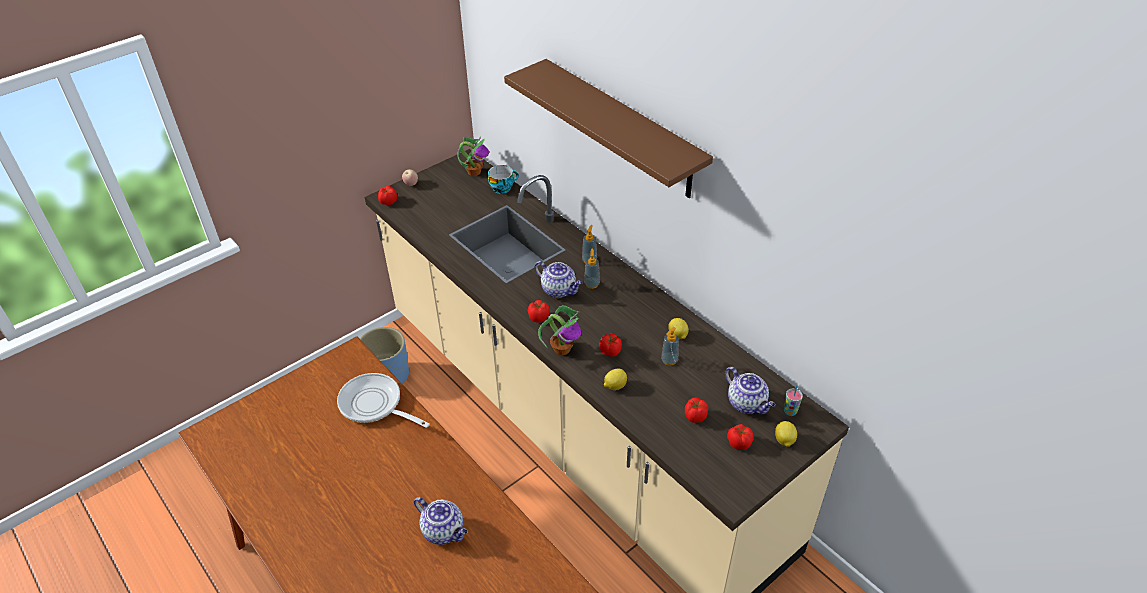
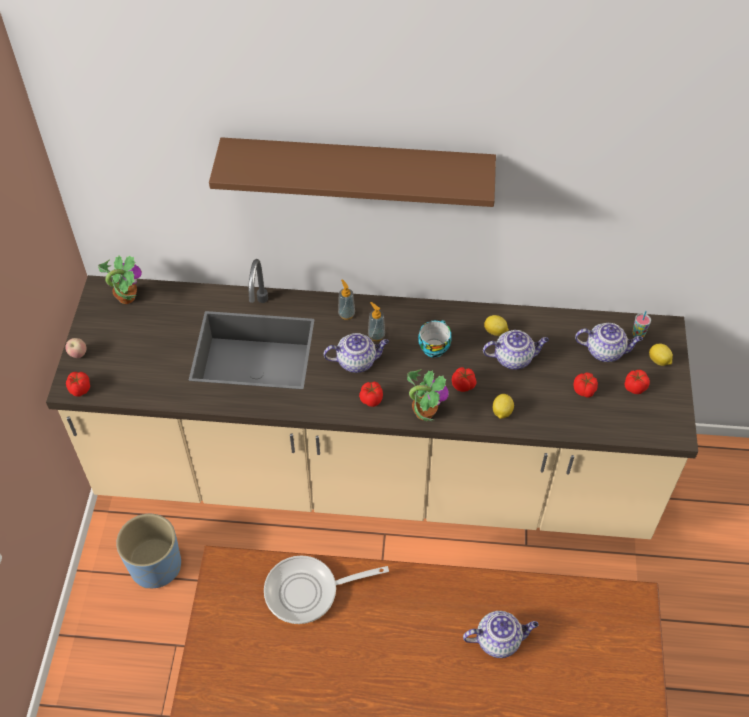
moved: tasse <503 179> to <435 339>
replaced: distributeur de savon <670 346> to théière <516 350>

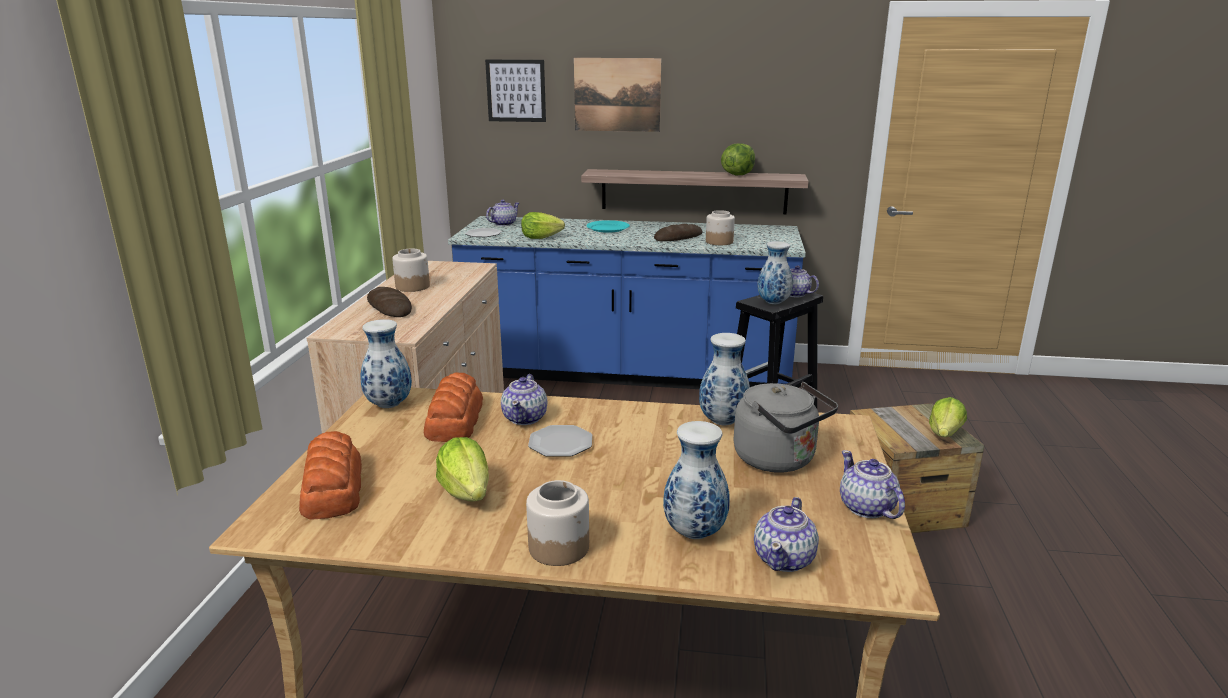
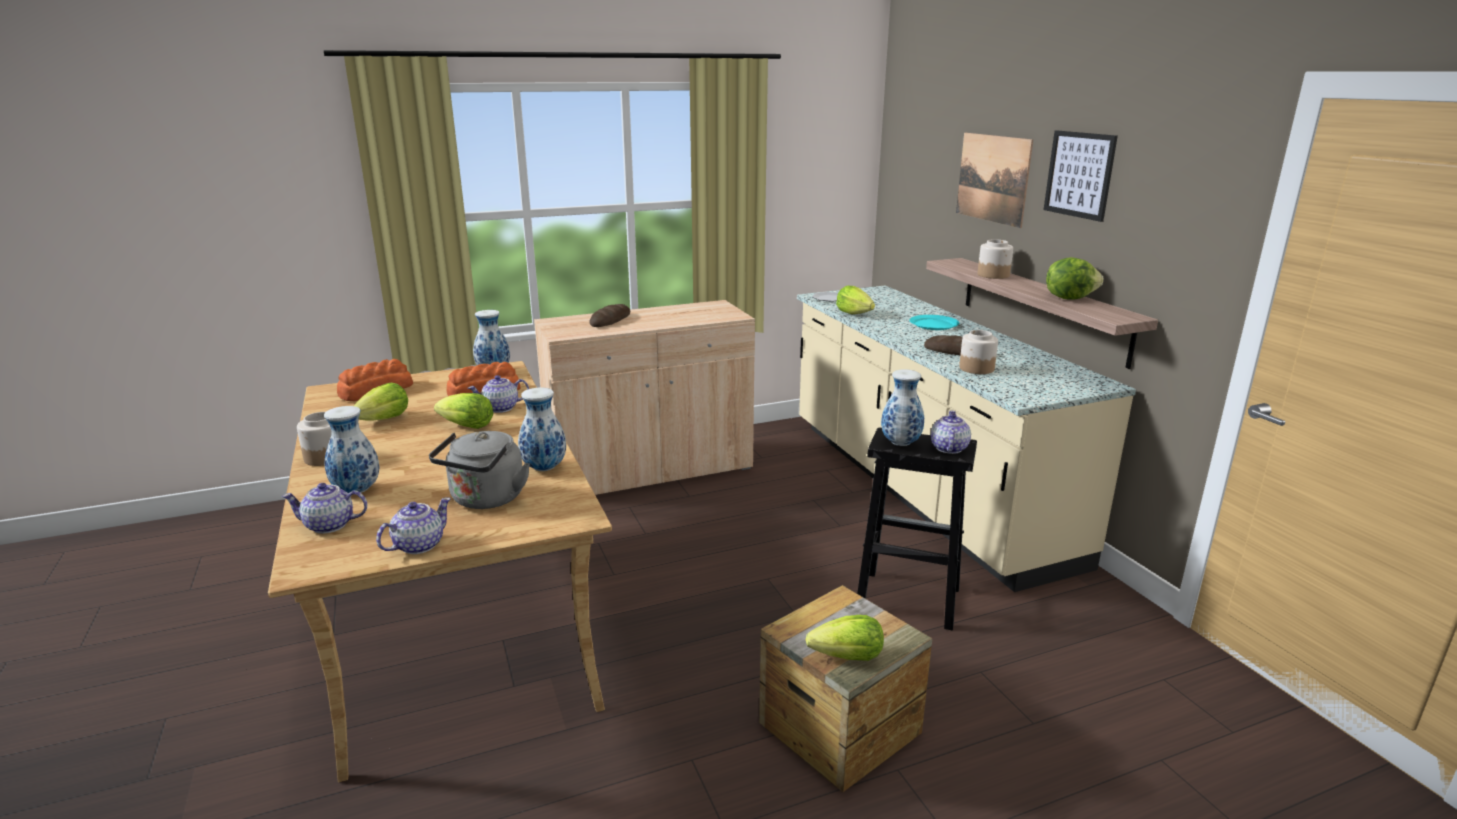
removed: théière <502 213>
moved: bocal <411 270> to <995 259>; tableau <515 91> to <1081 176>
replaced: assiette <560 441> to laitue <463 411>
recoloured: comptoir de cuisine/bleu <627 302> to comptoir de cuisine/beige <966 438>

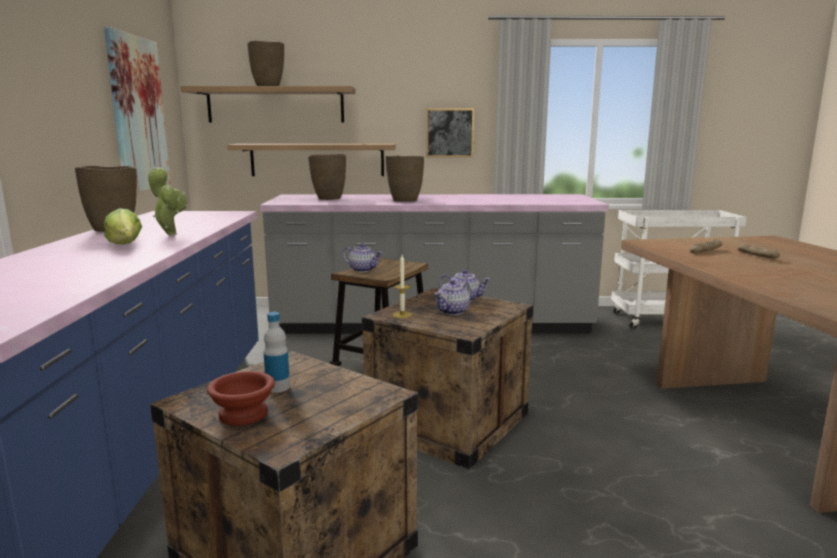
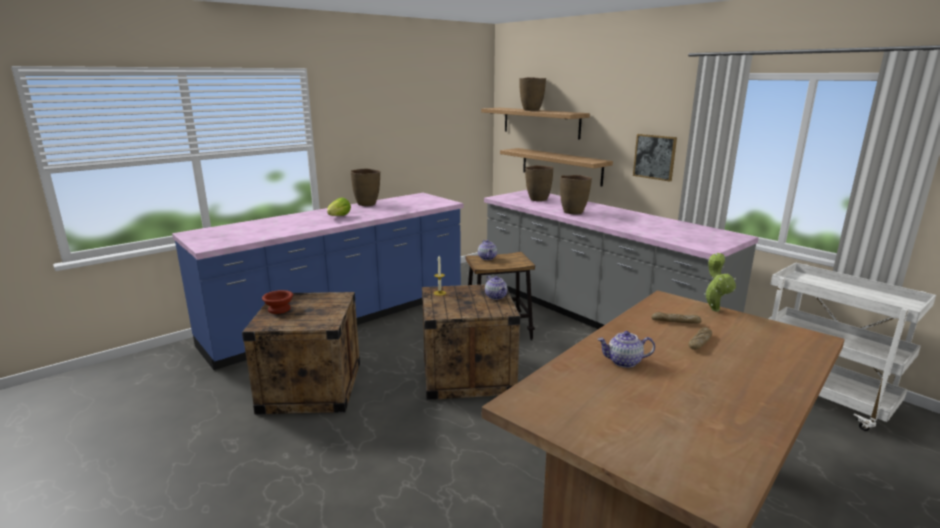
removed: tableau <137 109>; bouteille <277 352>
moved: plante en pot <167 201> to <720 282>; théière <452 297> to <626 349>

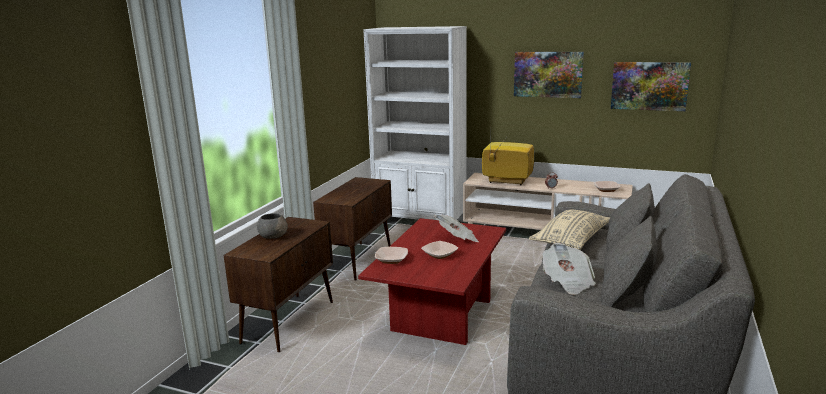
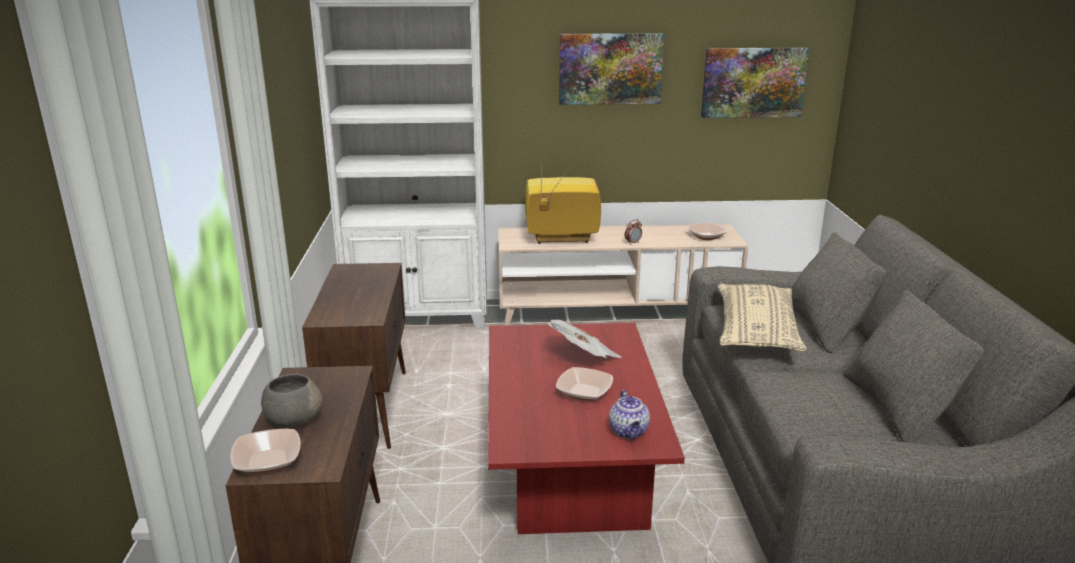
removed: journal <569 269>
added: théière <629 414>
moved: bol <391 255> to <265 451>

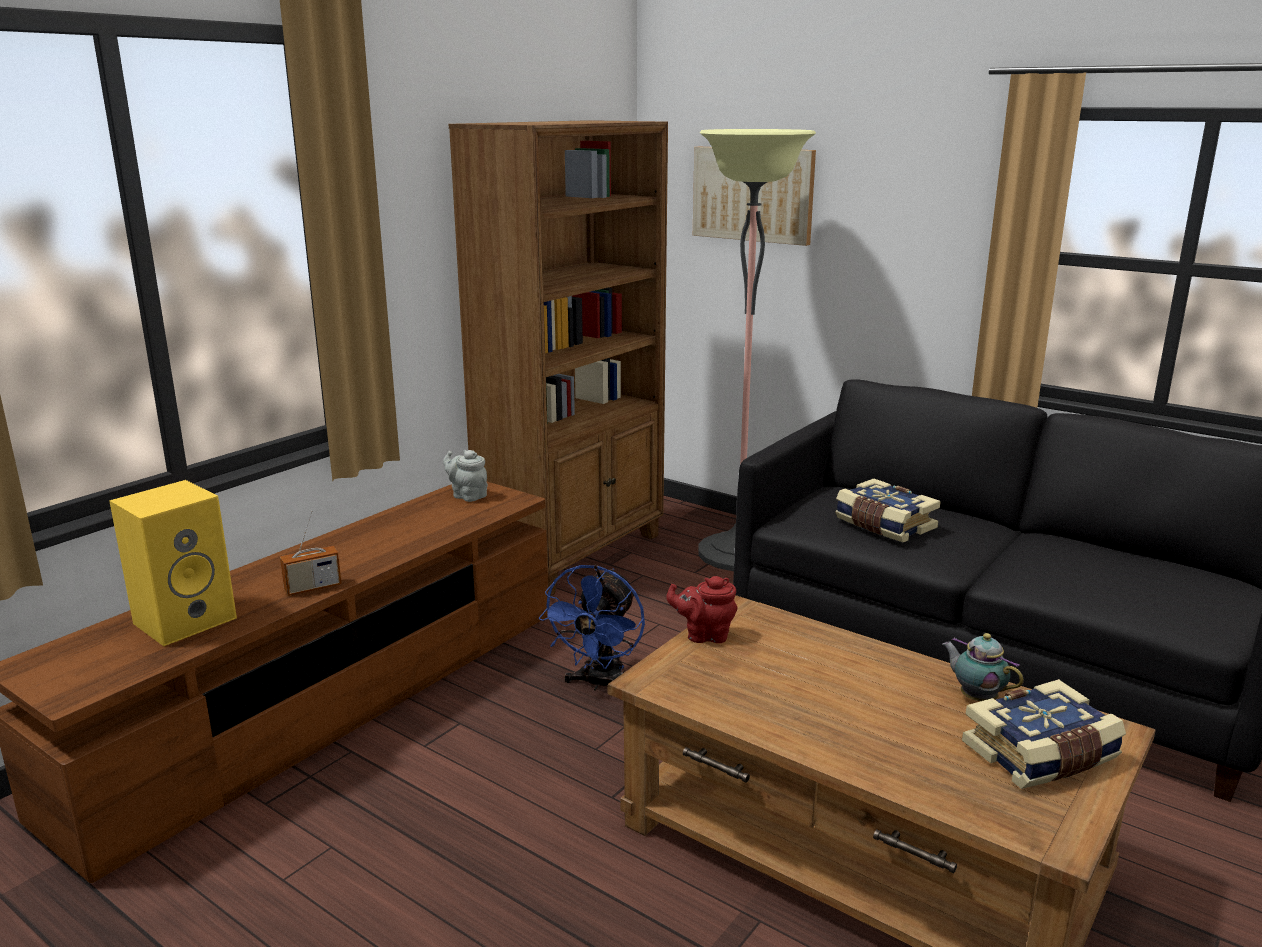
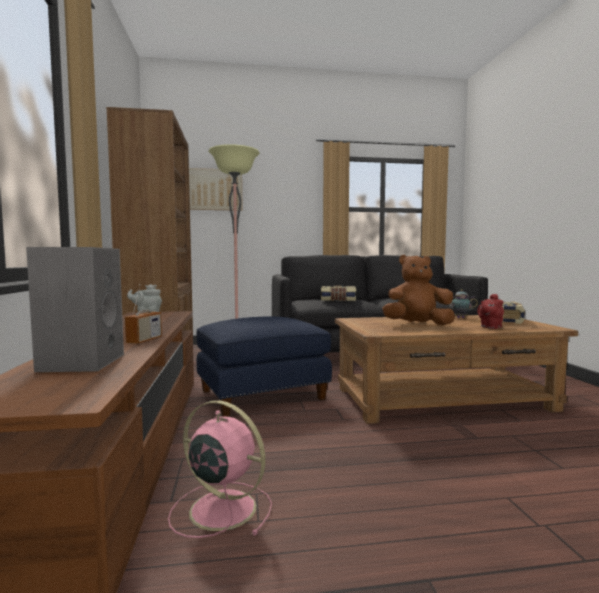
added: ventilateur/rose <220 469>; peluche/marron <418 290>
moved: théière/rouge <701 609> to <490 311>
replaced: ventilateur/bleu <592 628> to pouf/bleu <264 366>
recoloured: enceinte/jaune <173 563> to enceinte/gris <75 309>

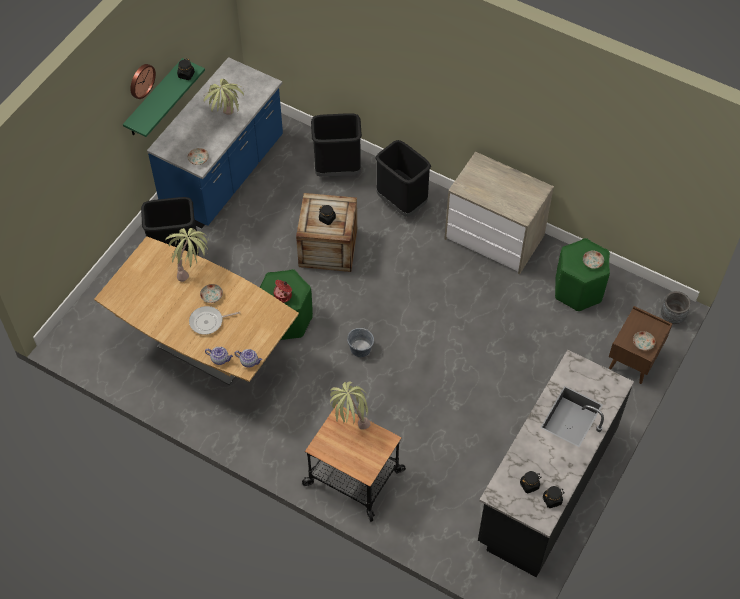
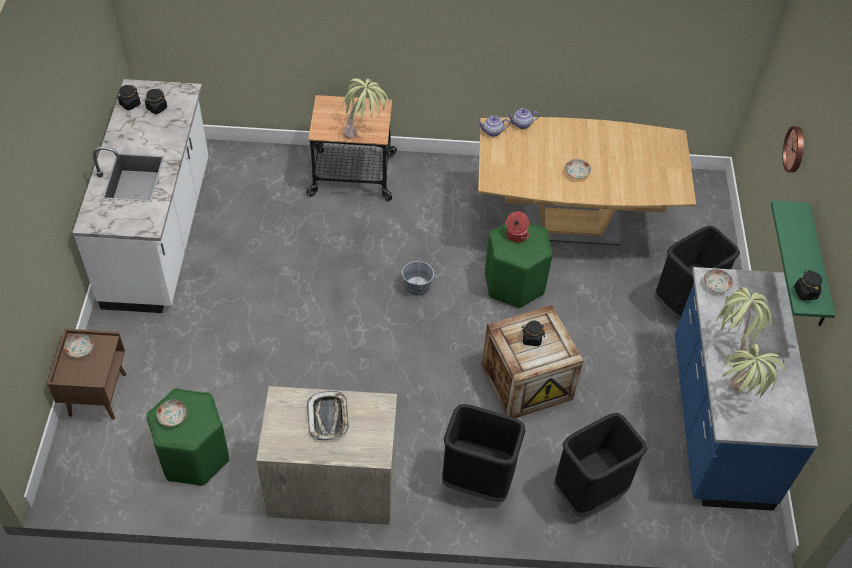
removed: poêle <214 320>; cache-pot/gris <676 307>
added: plateau <328 415>
moved: horloge murale <143 81> to <793 149>; plante en pot <186 255> to <753 370>
recoloured: comptoir de cuisine/noir <556 463> to comptoir de cuisine/blanc <140 196>

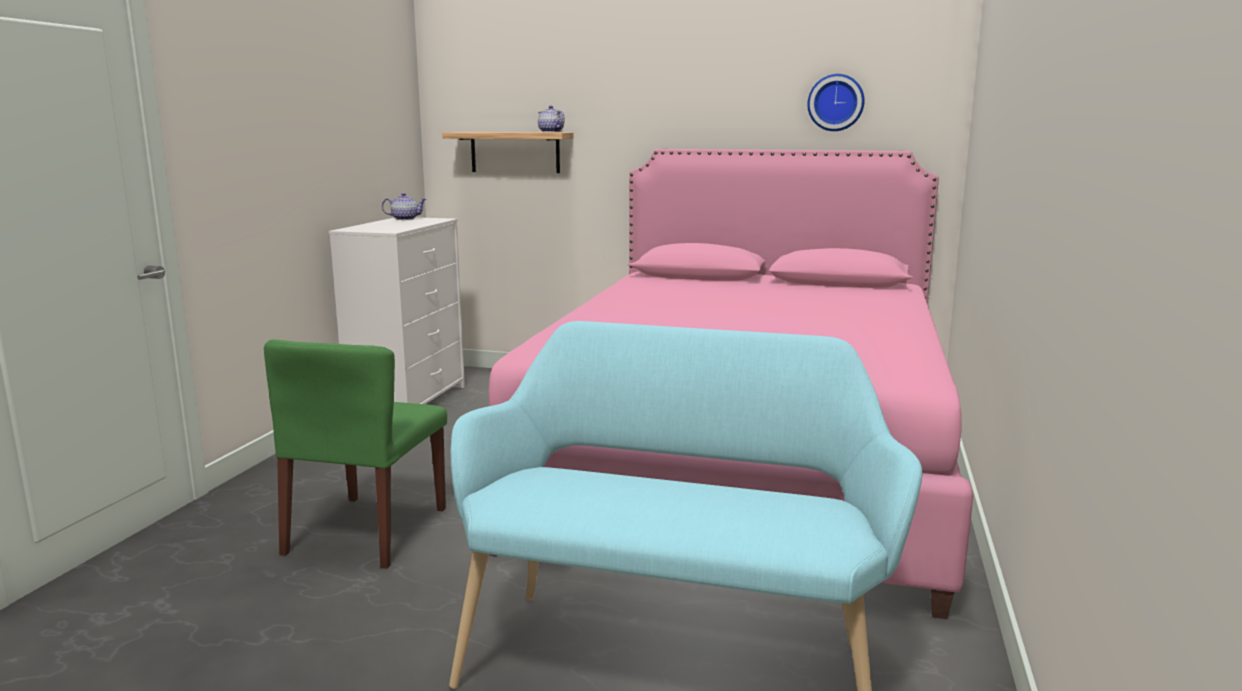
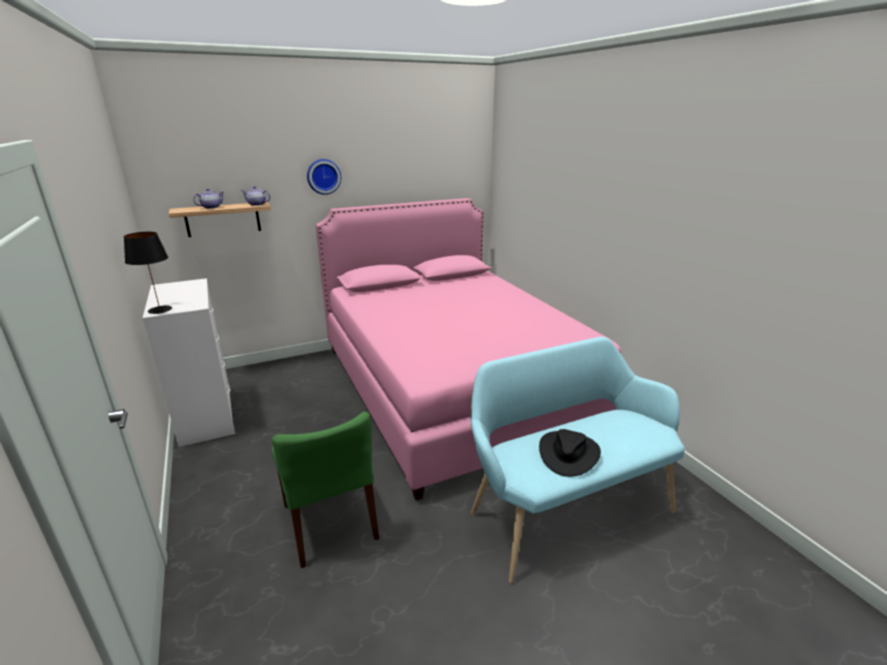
added: lampe de table/noir <148 273>; chapeau/noir <570 453>
moved: théière <404 206> to <208 198>; horloge murale <836 102> to <324 177>

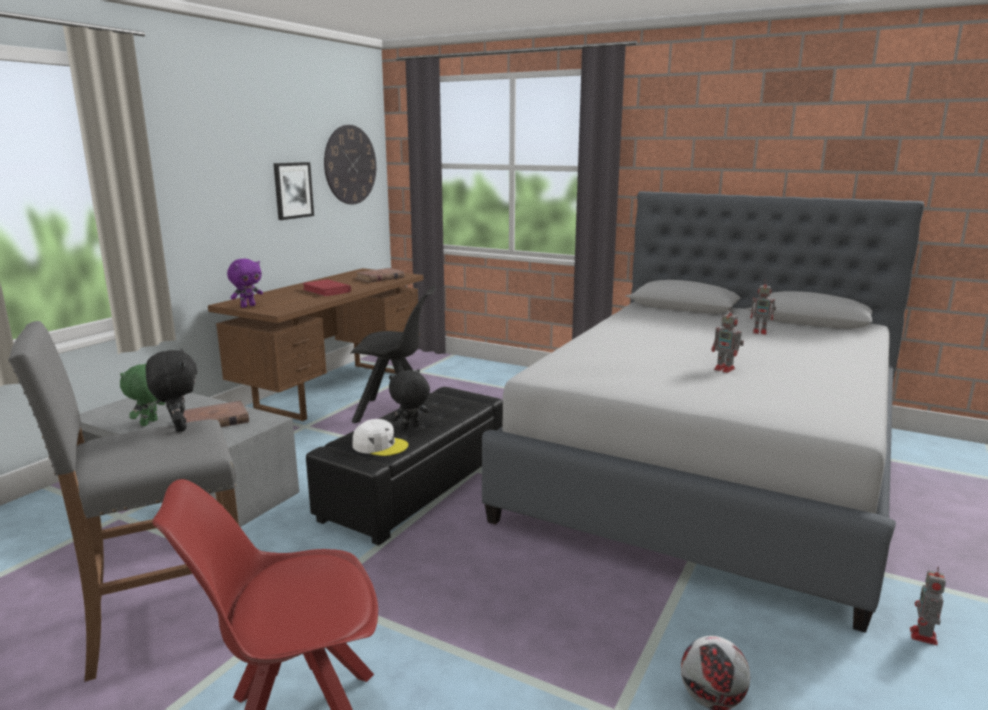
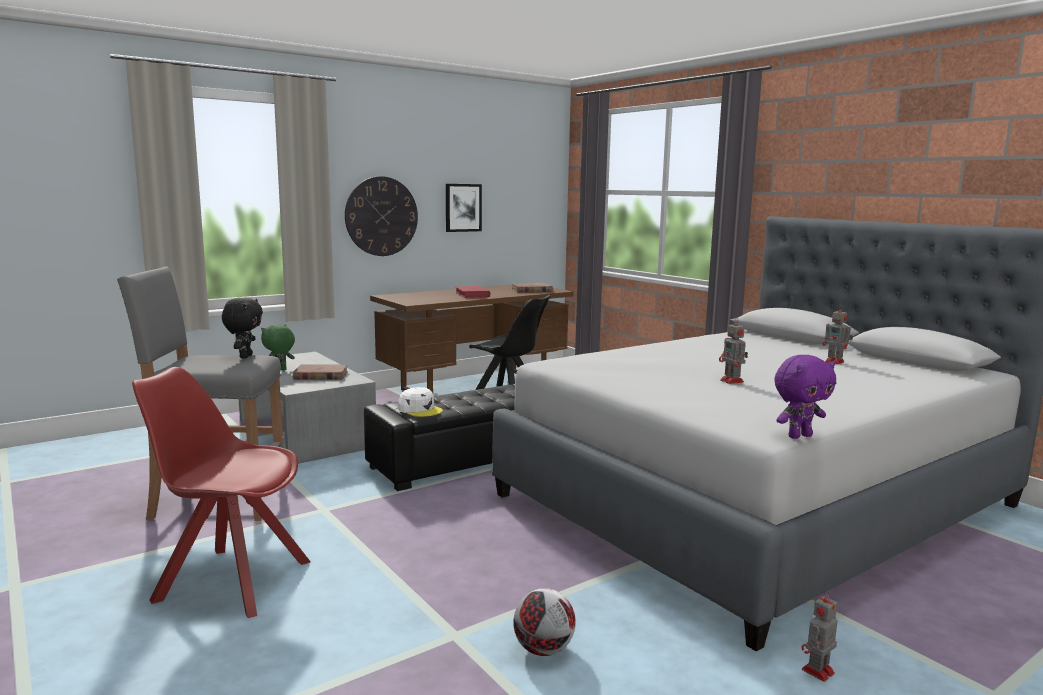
removed: peluche/noir <409 399>
moved: peluche/violet <245 283> to <805 397>; horloge murale <350 164> to <381 216>

